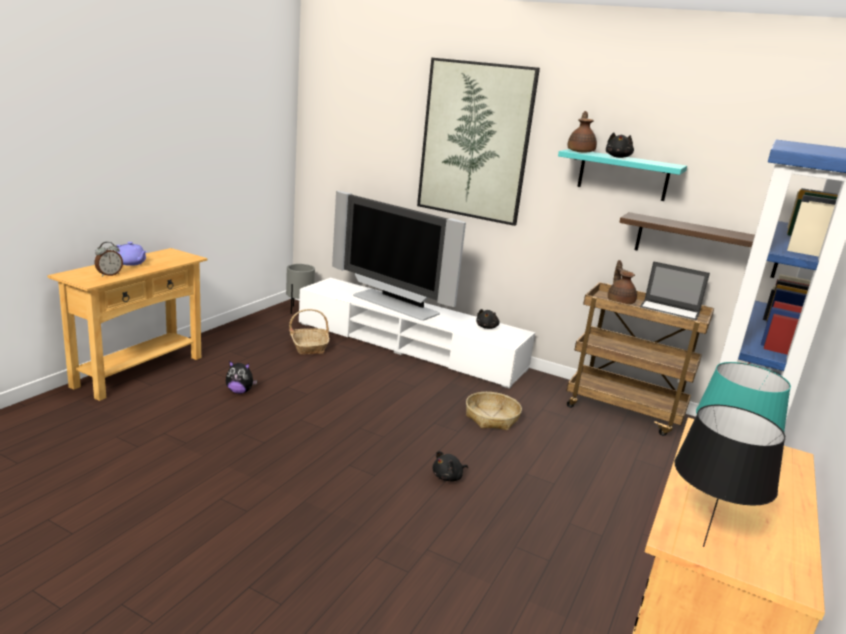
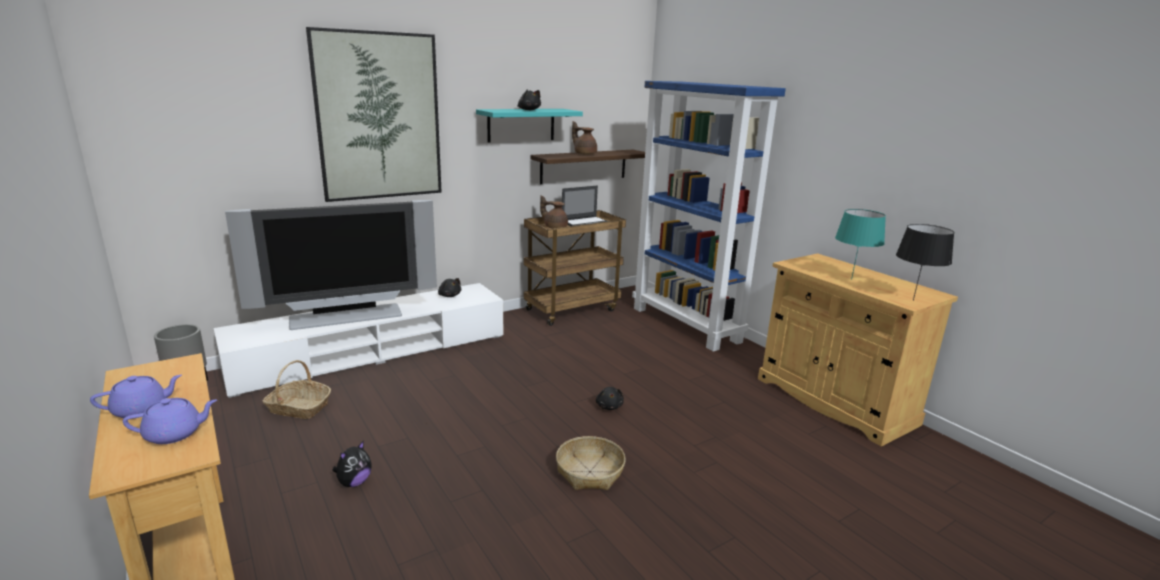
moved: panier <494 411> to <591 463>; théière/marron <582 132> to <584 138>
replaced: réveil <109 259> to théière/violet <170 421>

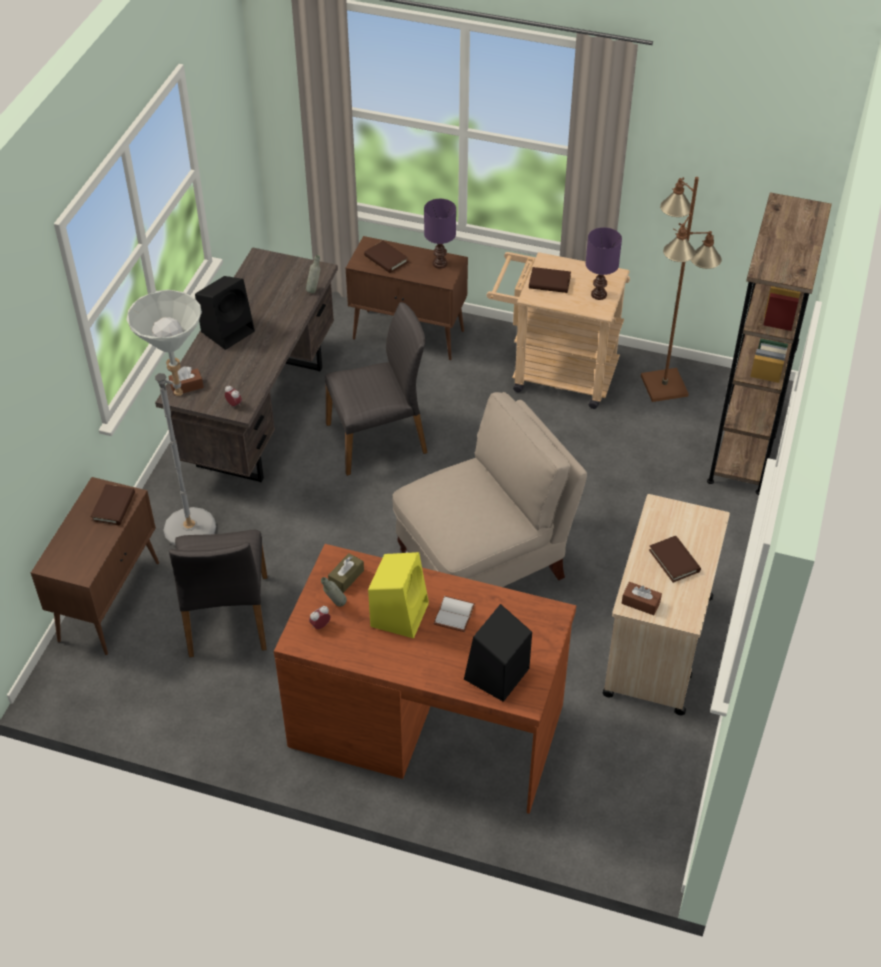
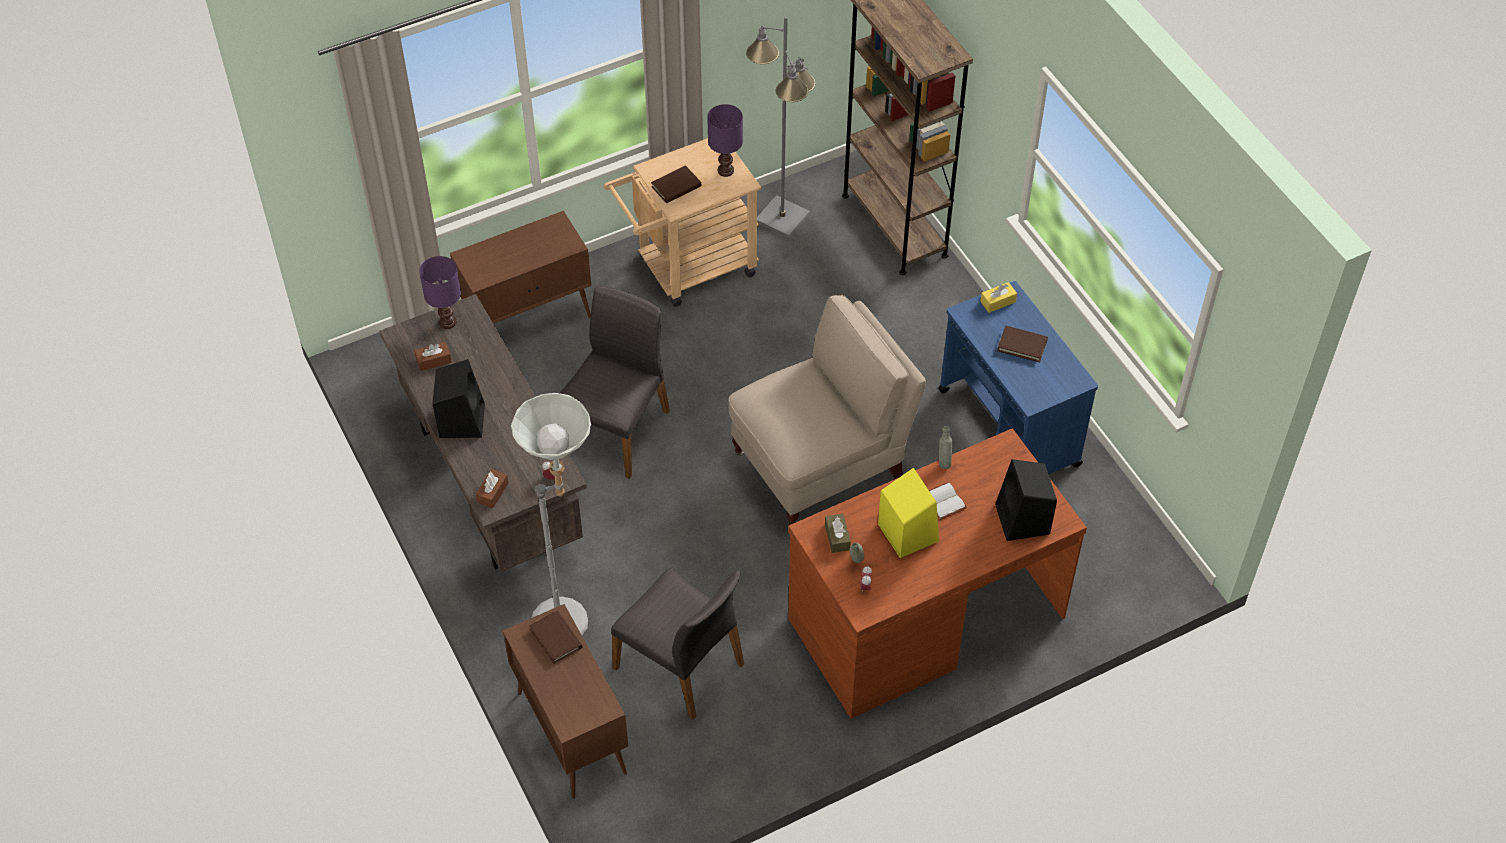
removed: livre/marron <386 257>
added: boîte à mouchoirs/jaune <998 297>
moved: bouteille/gris <313 274> to <945 447>; lampe de table/violet <440 233> to <440 292>; boîte à mouchoirs/marron <642 598> to <433 356>
recoloured: chariot/beige <666 604> to chariot/bleu <1018 377>; lampadaire/marron <681 289> to lampadaire/gris <781 127>
turned: chaise/beige <490 489> = <827 410> 45 degrees clockwise

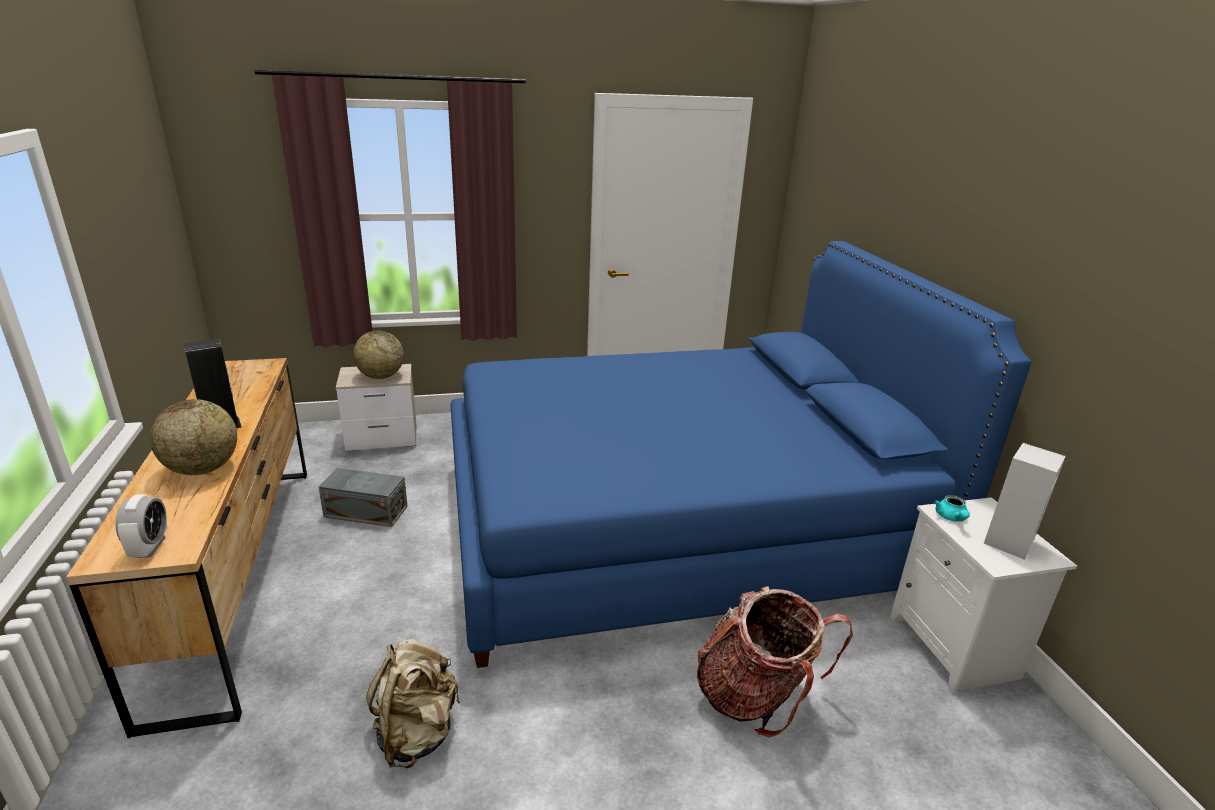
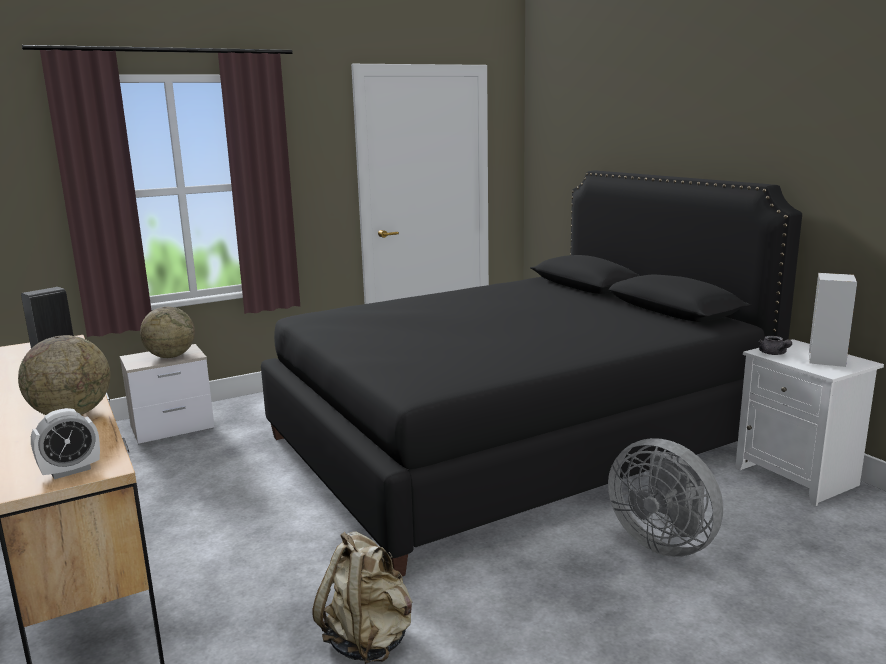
removed: boîte de rangement/gris <363 497>
replaced: sac à dos <775 662> to ventilateur/gris <665 497>
recoloured: lit/bleu <740 454> to lit/noir <531 373>; théière/turquoise <952 508> to théière/gris <775 345>
turned: réveil <142 526> = <65 443> 75 degrees clockwise

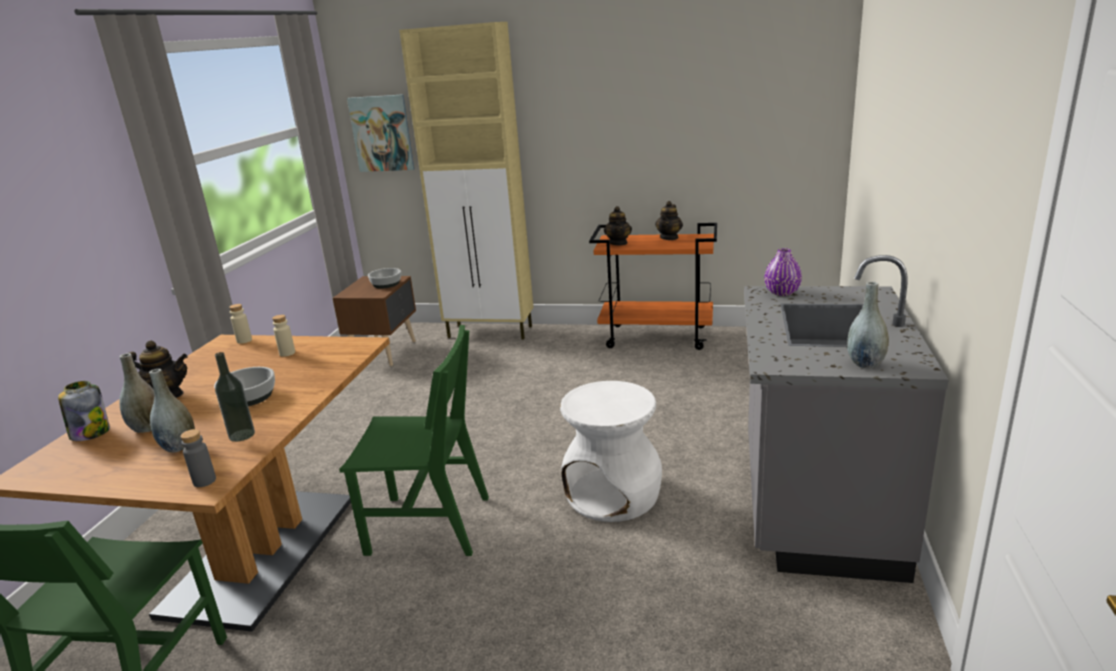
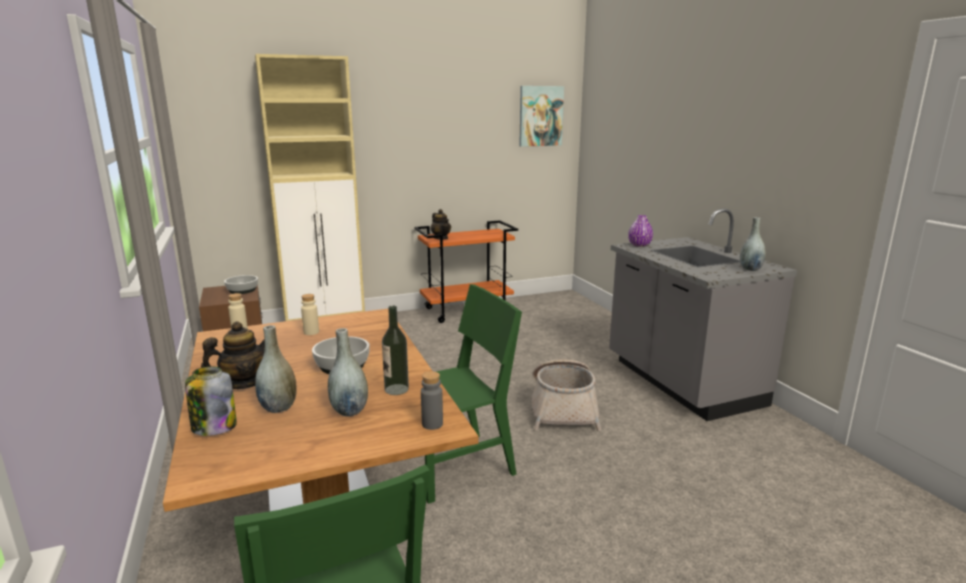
removed: théière <669 220>
moved: tableau <381 133> to <541 116>
replaced: tabouret/blanc <611 451> to panier <566 395>

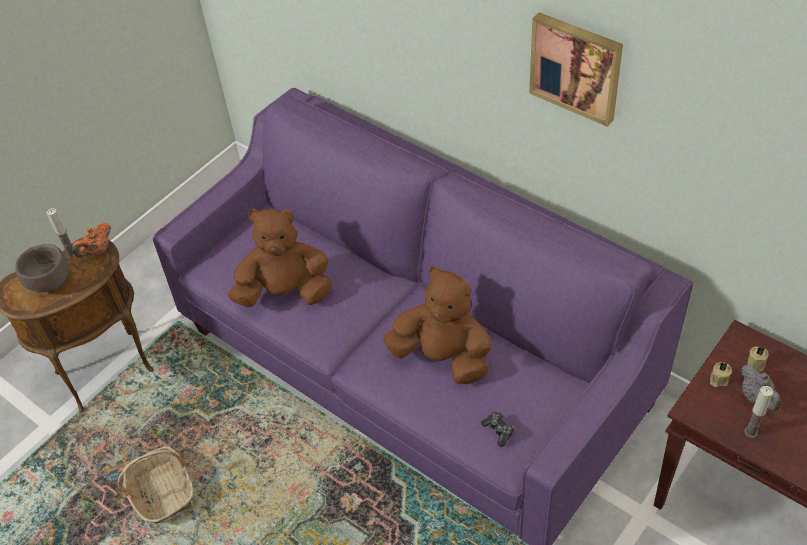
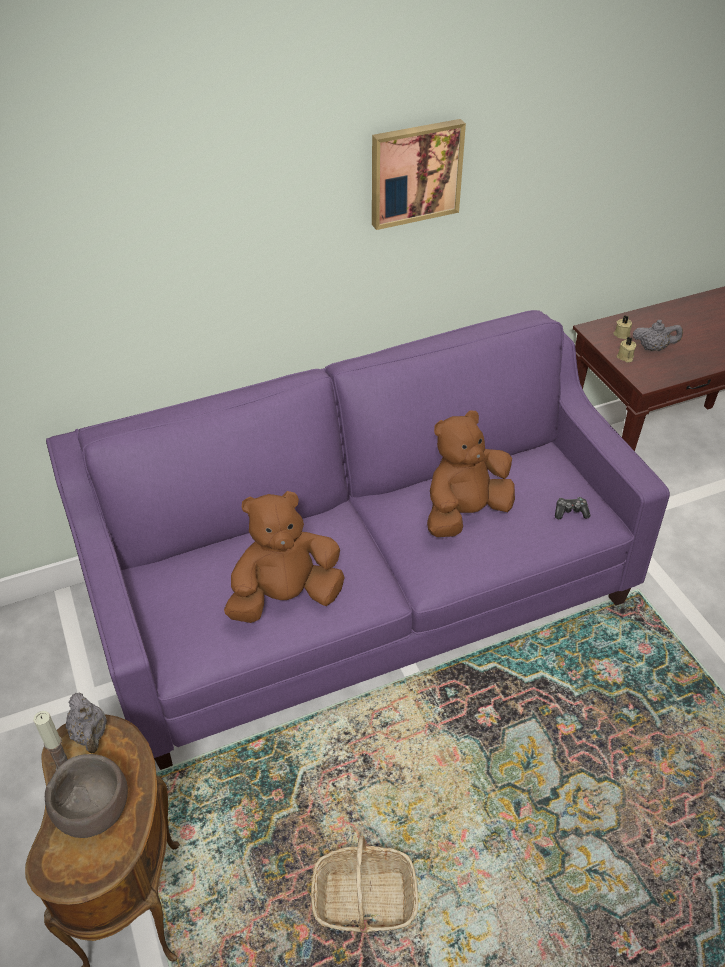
removed: bougie <758 412>
recoloured: théière/orange <91 240> to théière/gris <86 723>
turned: peluche/marron <280 258> = <284 557> 45 degrees clockwise

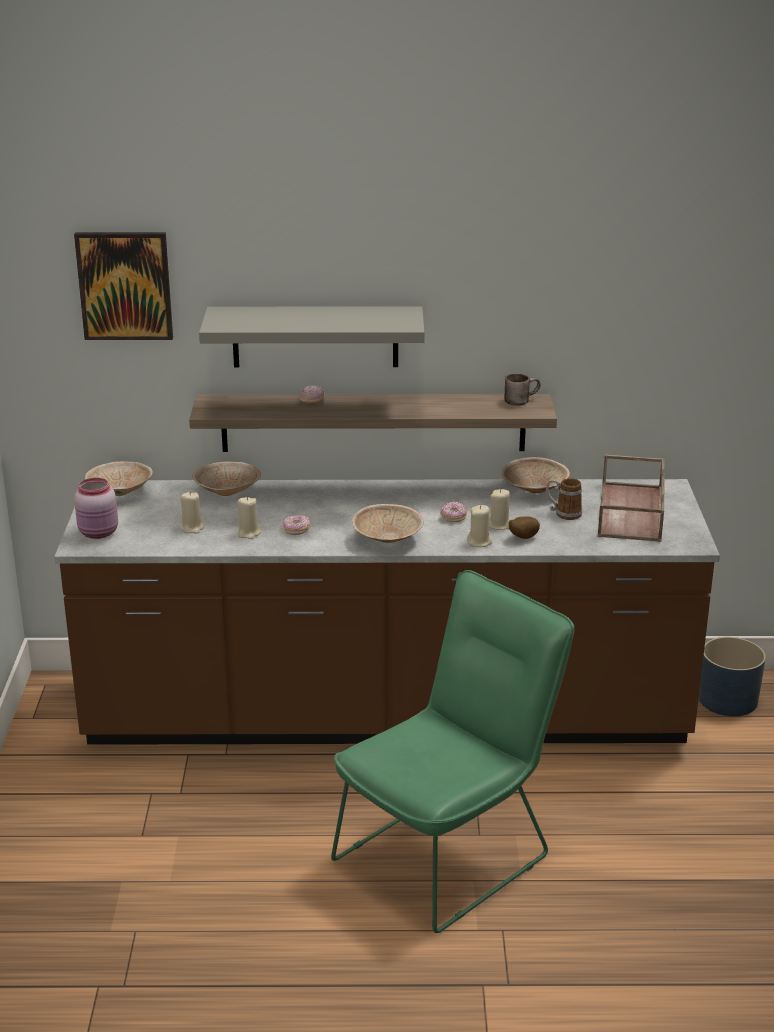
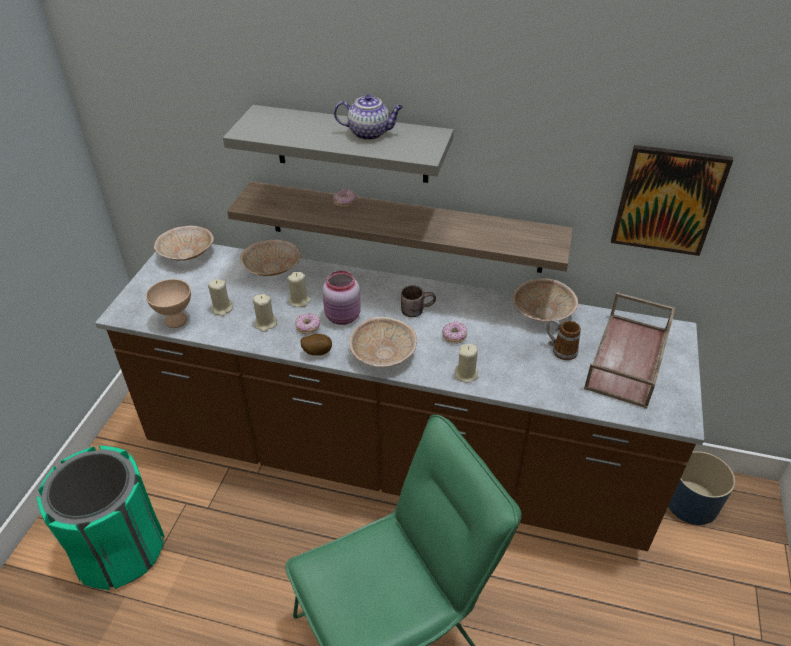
added: poubelle/vert <100 517>; bol/beige <168 303>; théière <368 117>
moved: tableau <123 286> to <672 200>; bocal/rose <96 508> to <341 298>; bougie/beige <499 509> to <299 289>; mug/marron <522 389> to <418 301>; pomme de terre <524 527> to <316 345>

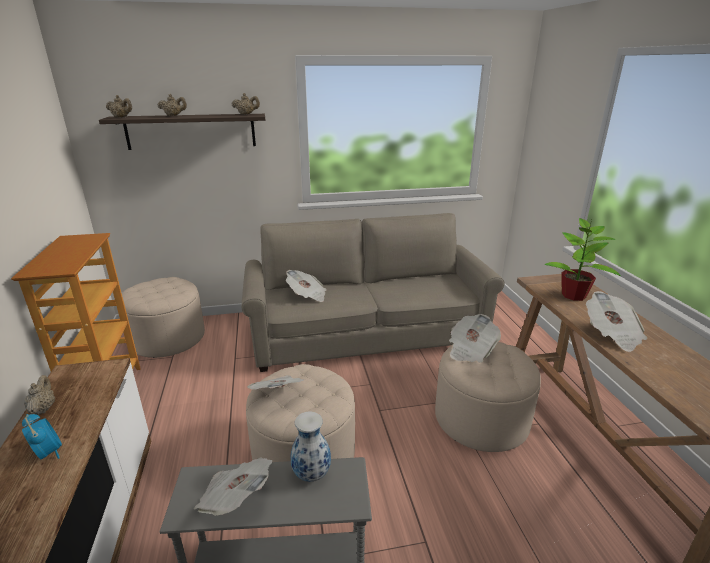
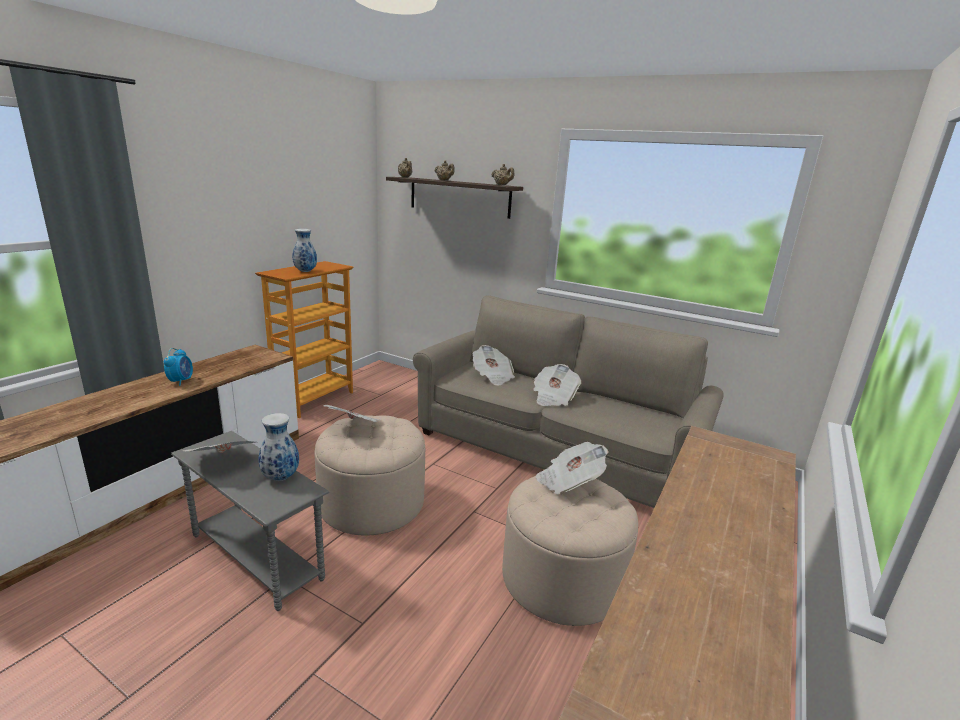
removed: théière/beige <39 395>; pouf/beige <163 317>; plante en pot <583 259>
added: vase <304 250>
moved: journal <616 321> to <557 385>

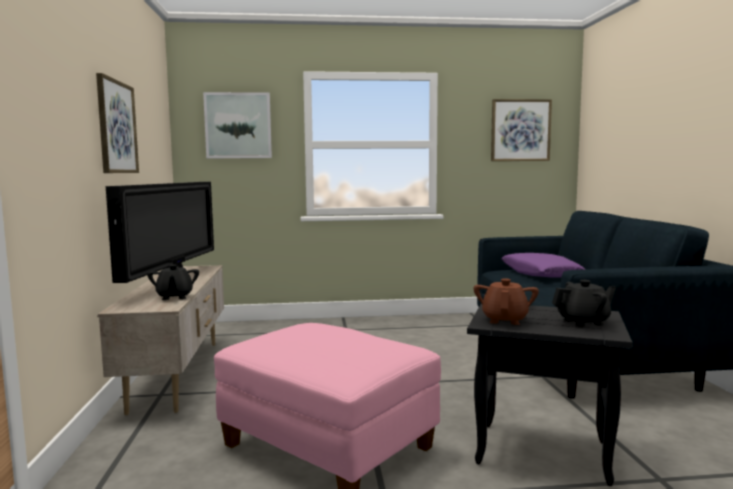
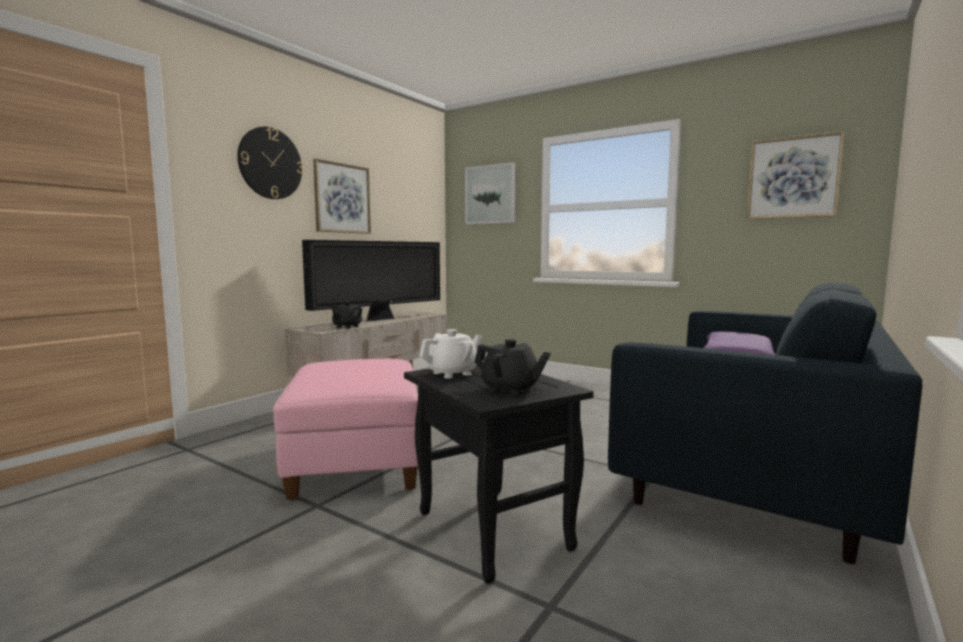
added: horloge murale <270 163>
recoloured: théière/marron <506 301> to théière/blanc <450 354>

